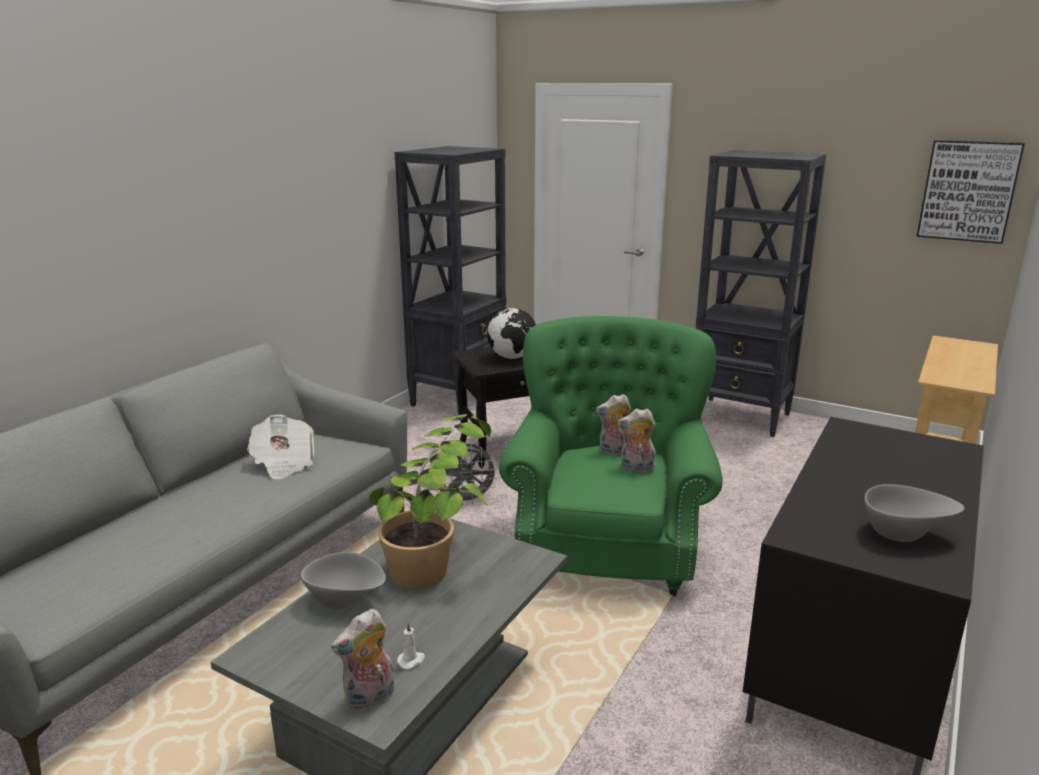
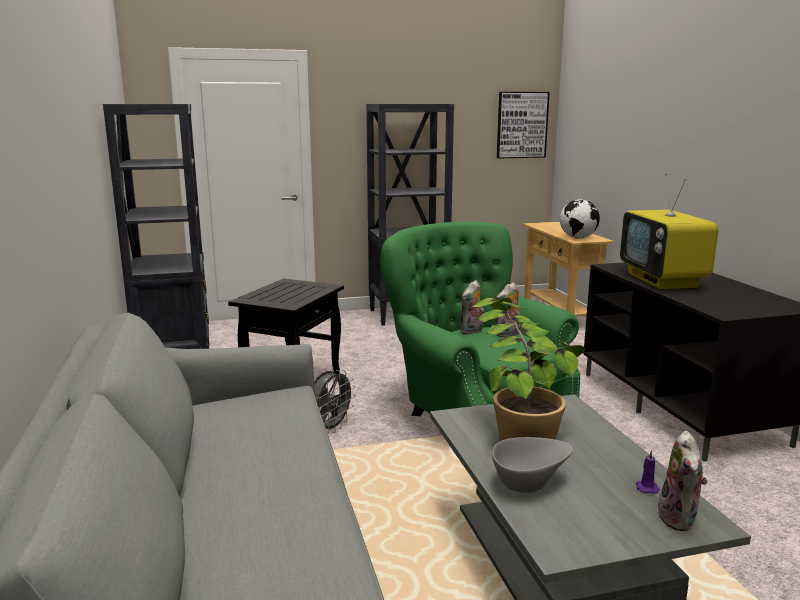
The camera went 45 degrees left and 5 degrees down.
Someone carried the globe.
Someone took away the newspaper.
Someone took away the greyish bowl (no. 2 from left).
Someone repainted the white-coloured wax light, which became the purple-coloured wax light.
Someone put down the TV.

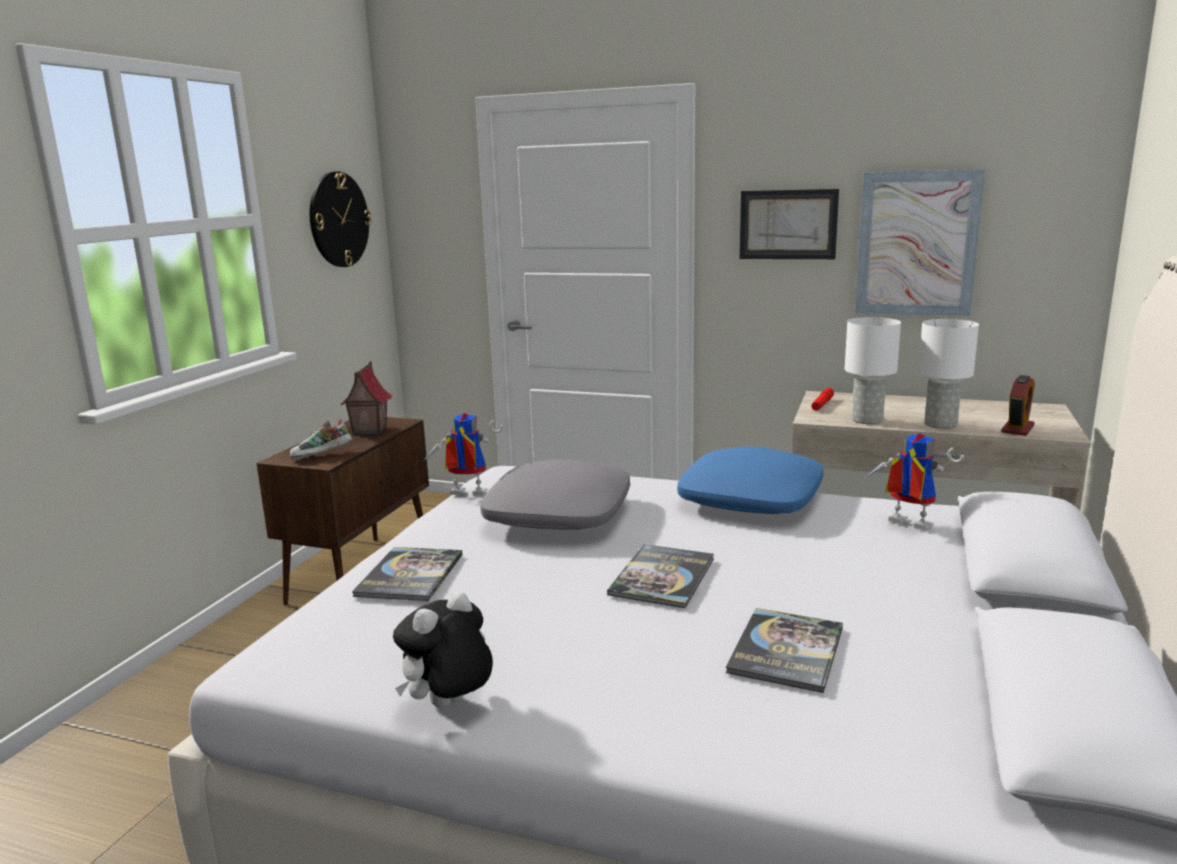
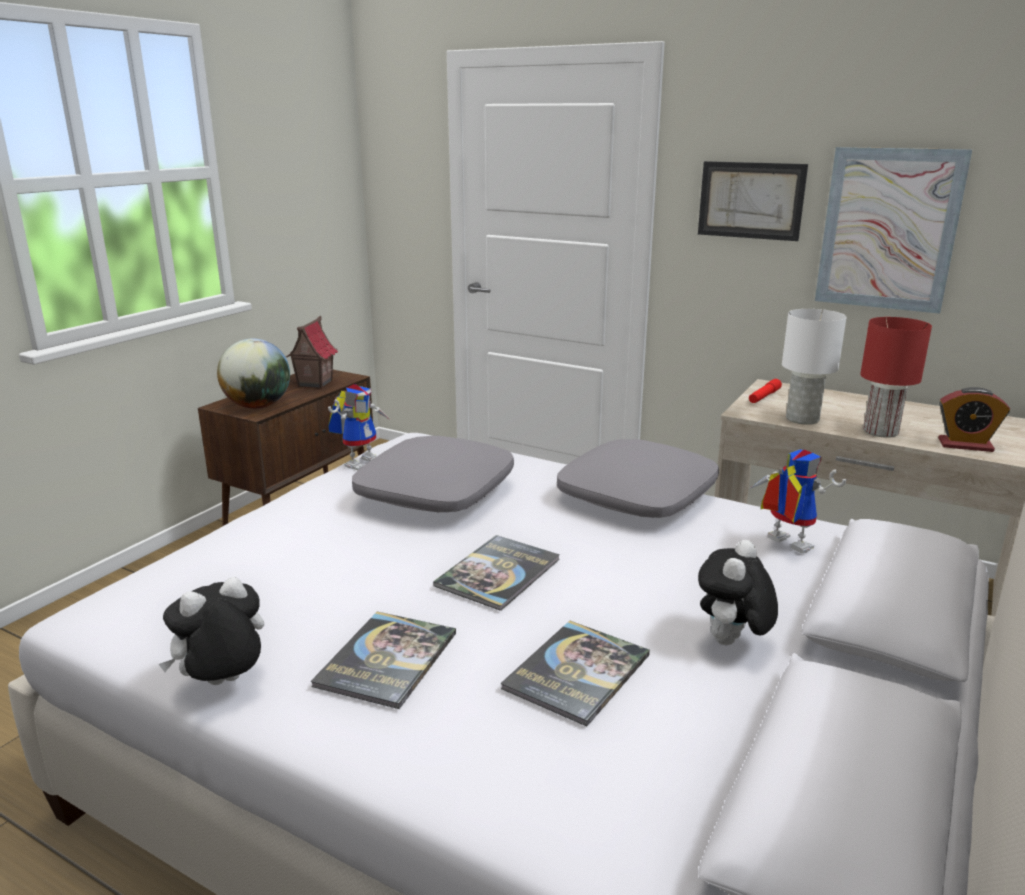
The camera went 10 degrees right and 5 degrees up.
Someone took away the hanging clock.
Someone repainted the white-coloured lamp for a table (no. 2 from left), which became the red lamp for a table.
Someone rotated the table clock by 60 degrees clockwise.
Someone rotated the toy robot (no. 1 from left) by 105 degrees clockwise.
Someone swapped the item of footwear for the globe.
Someone repainted the blue cushion, which became the greyish cushion (no. 2 from left).
Someone carried the book (no. 1 from left).
Someone put down the cuddly toy (no. 2 from left).

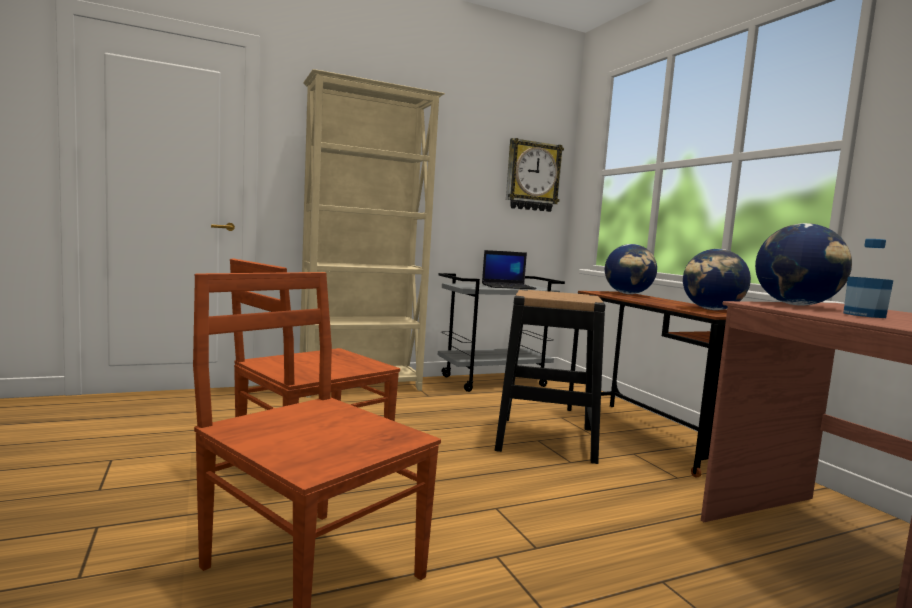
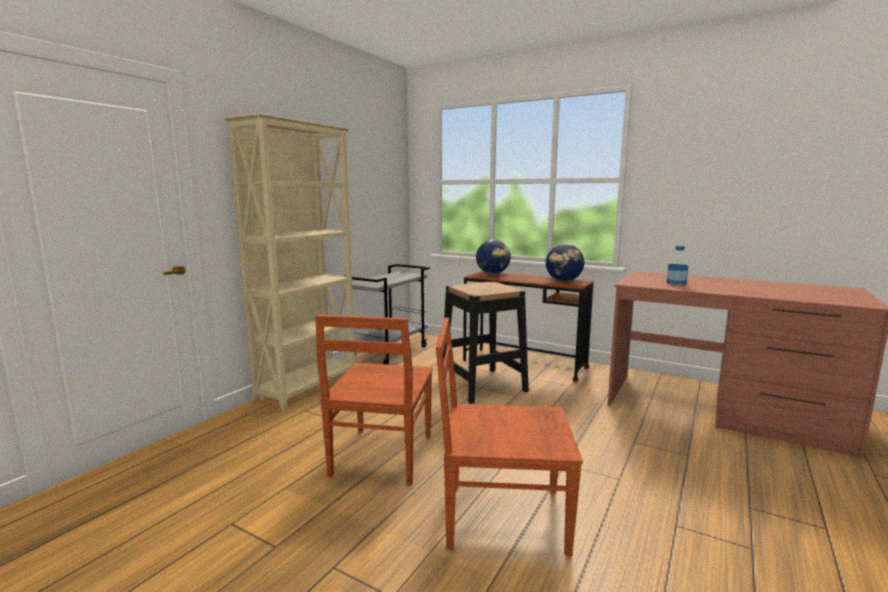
The camera went 35 degrees left and 5 degrees up.
Someone took away the hanging clock.
Someone took away the globe (no. 3 from left).
Someone took away the portable computer.

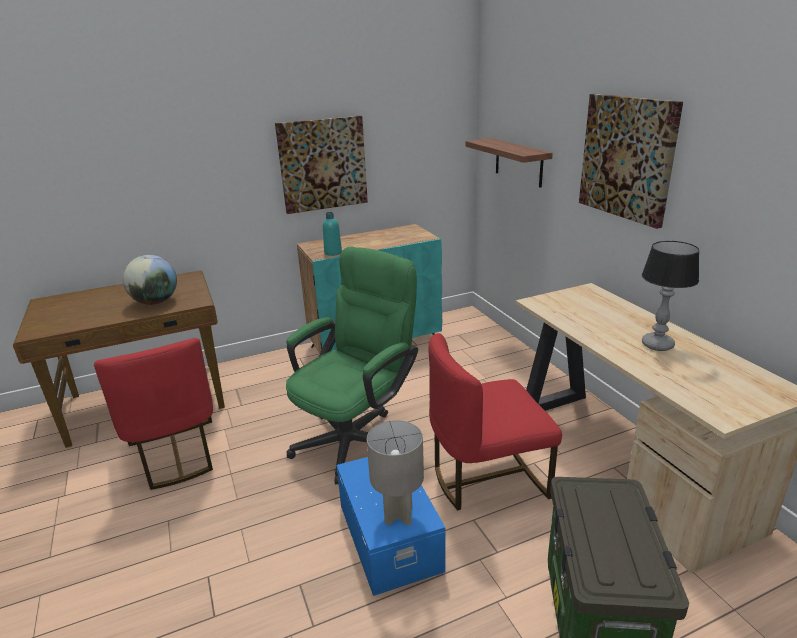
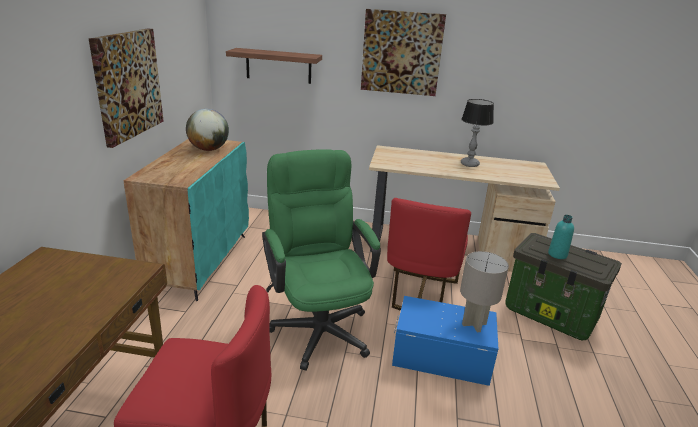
The camera went 60 degrees left and 0 degrees up.
Someone carried the turquoise bottle.
Someone carried the globe.

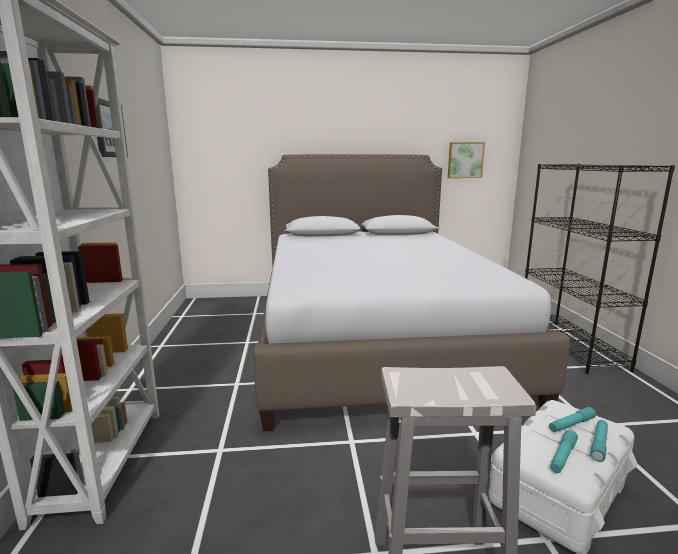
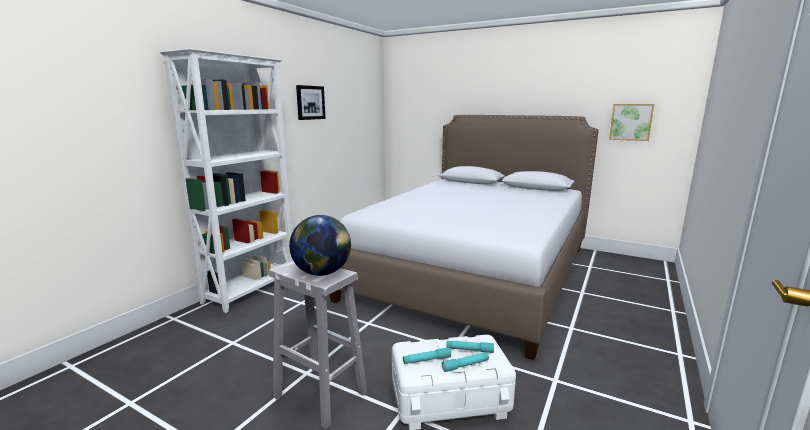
The camera went 35 degrees right and 0 degrees up.
Someone took away the black bookshelf.
Someone put down the globe.

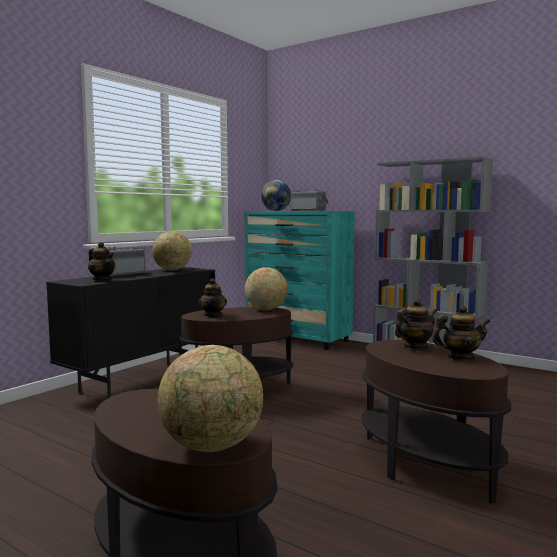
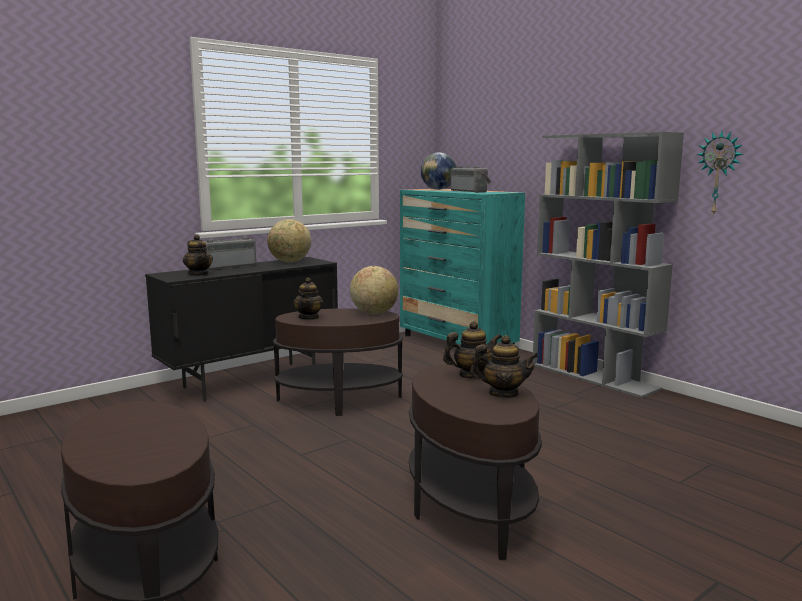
The camera went 15 degrees right and 5 degrees up.
Someone took away the globe (no. 2 from left).
Someone put up the hanging clock.

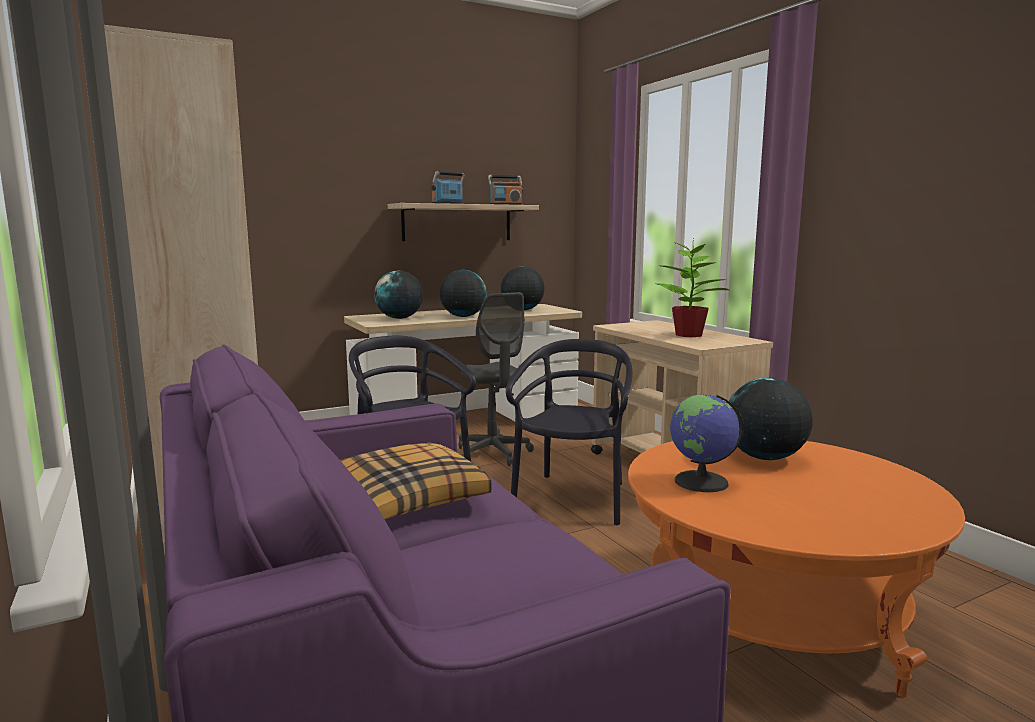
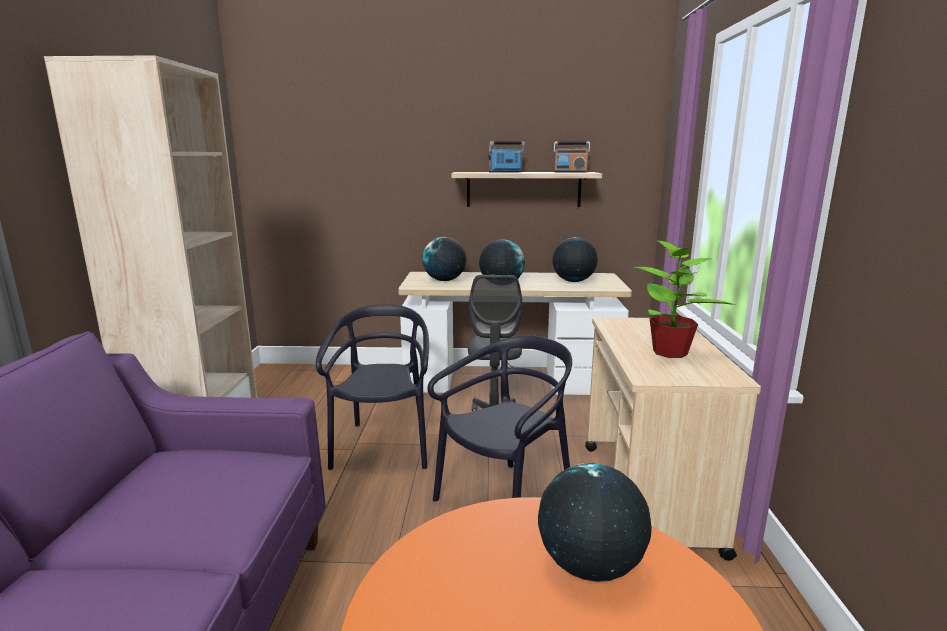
The camera went 30 degrees right and 5 degrees up.
Someone took away the globe (no. 4 from left).
Someone took away the cushion.

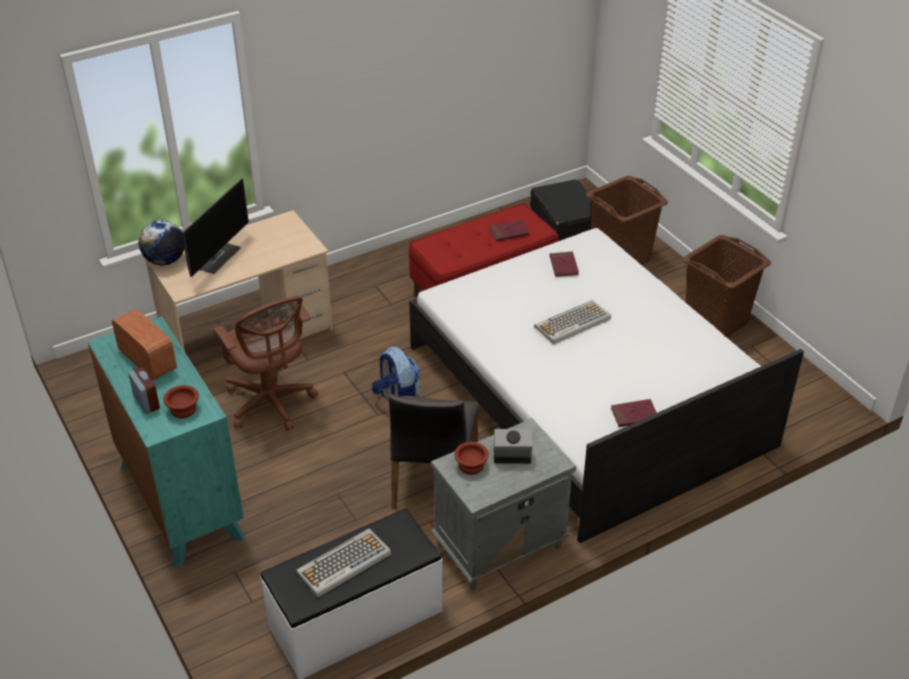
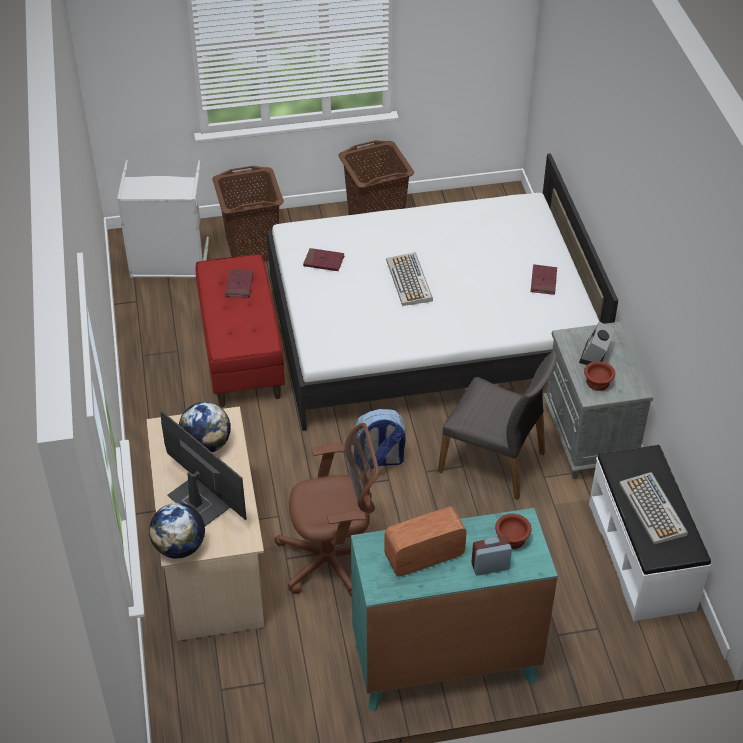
The camera went 70 degrees left and 5 degrees up.
Someone swapped the black suitcase for the greyish hamper.
Someone put down the globe (no. 2 from left).

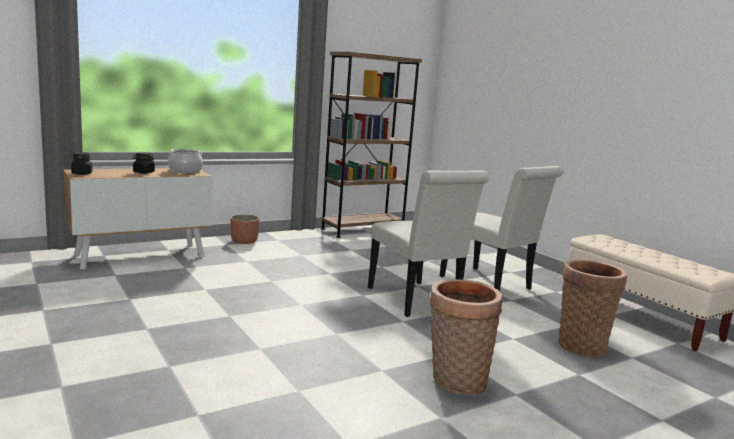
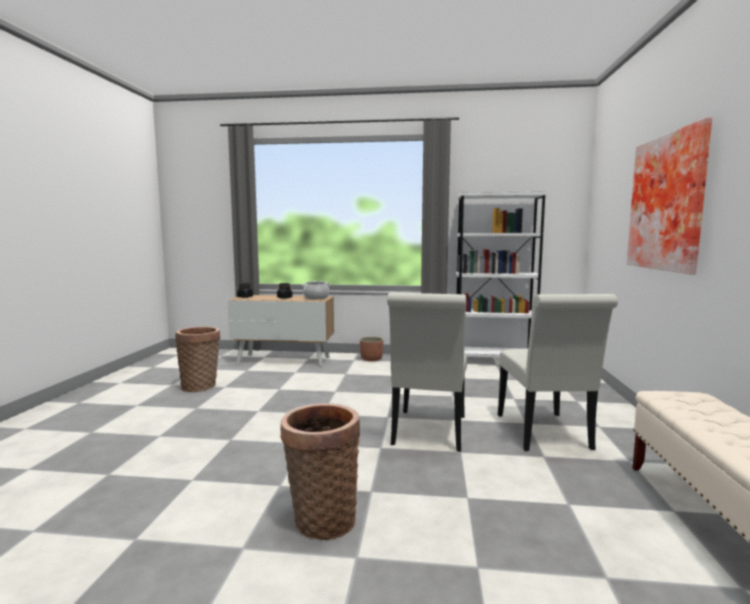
The camera went 40 degrees right and 5 degrees down.
Someone repainted the brown bookshelf, which became the white-coloured bookshelf.
Someone carried the household basket (no. 2 from left in the first image).
Someone put up the wall art.

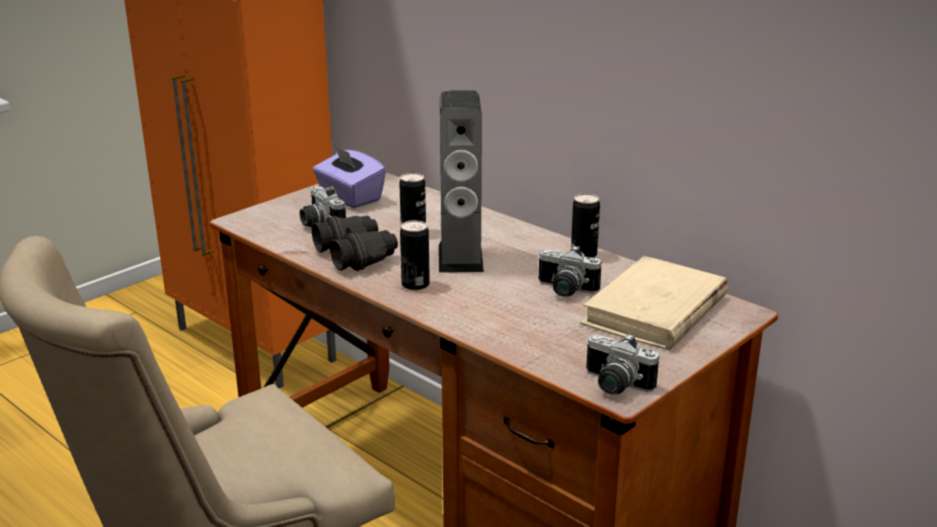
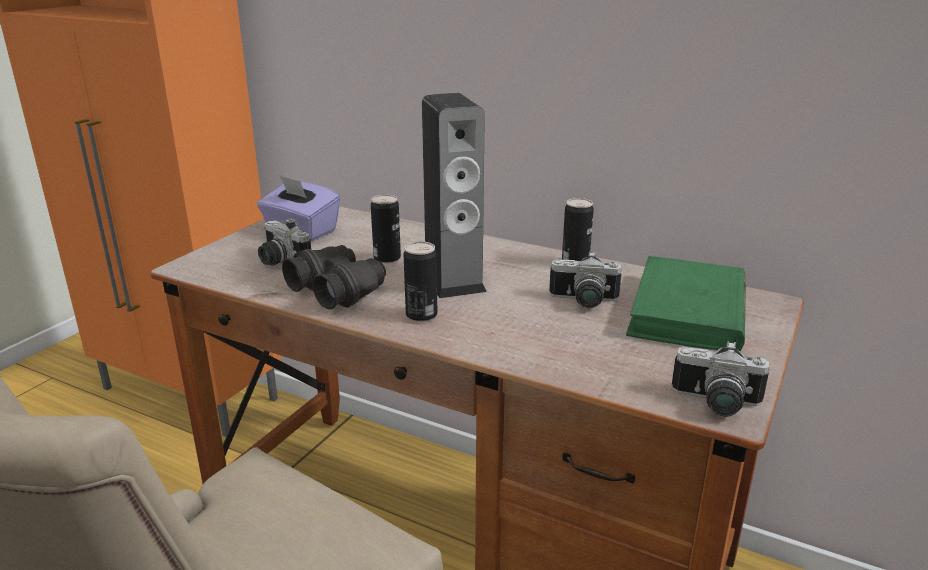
The camera went 15 degrees left and 0 degrees up.
Someone repainted the sand-coloured book, which became the green-coloured book.

